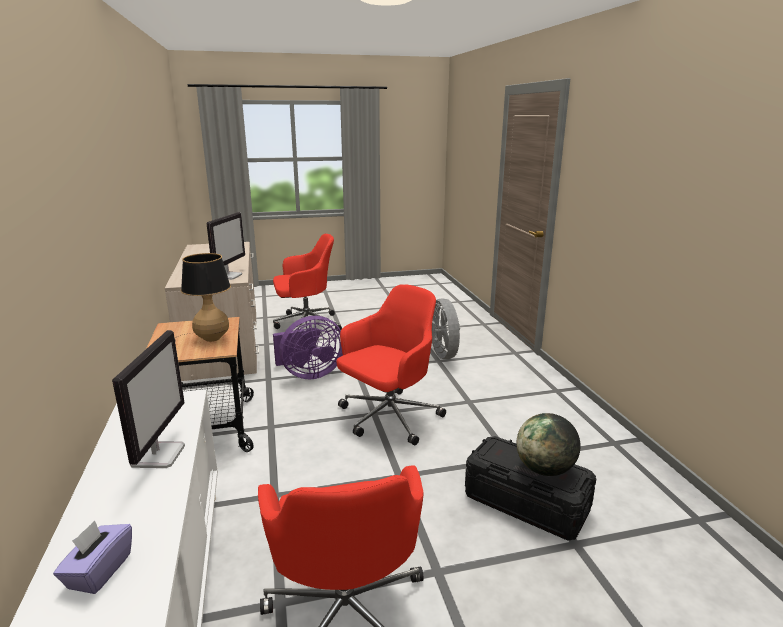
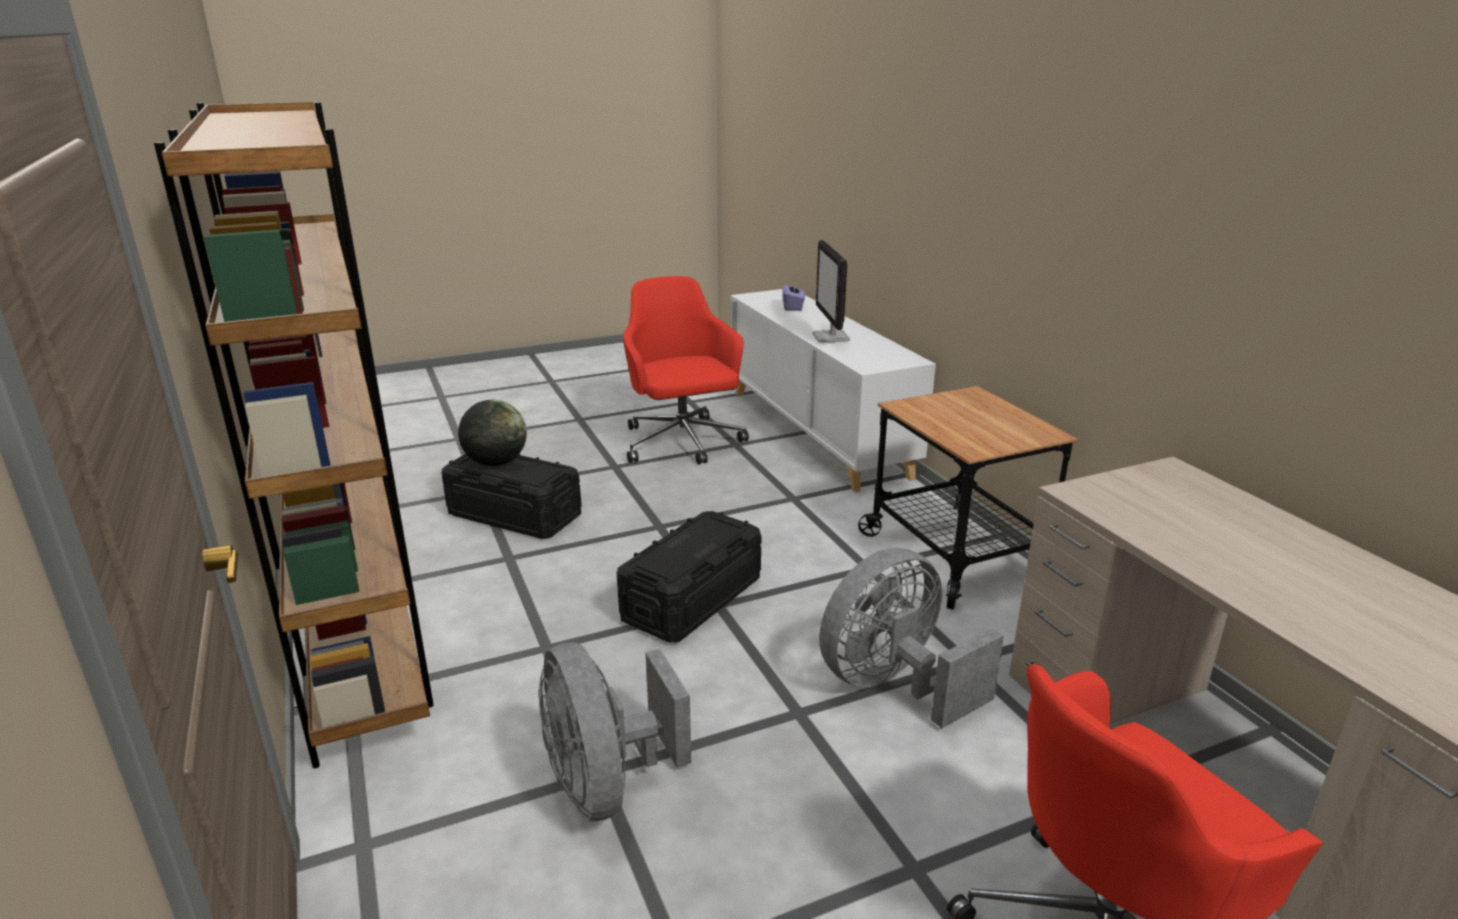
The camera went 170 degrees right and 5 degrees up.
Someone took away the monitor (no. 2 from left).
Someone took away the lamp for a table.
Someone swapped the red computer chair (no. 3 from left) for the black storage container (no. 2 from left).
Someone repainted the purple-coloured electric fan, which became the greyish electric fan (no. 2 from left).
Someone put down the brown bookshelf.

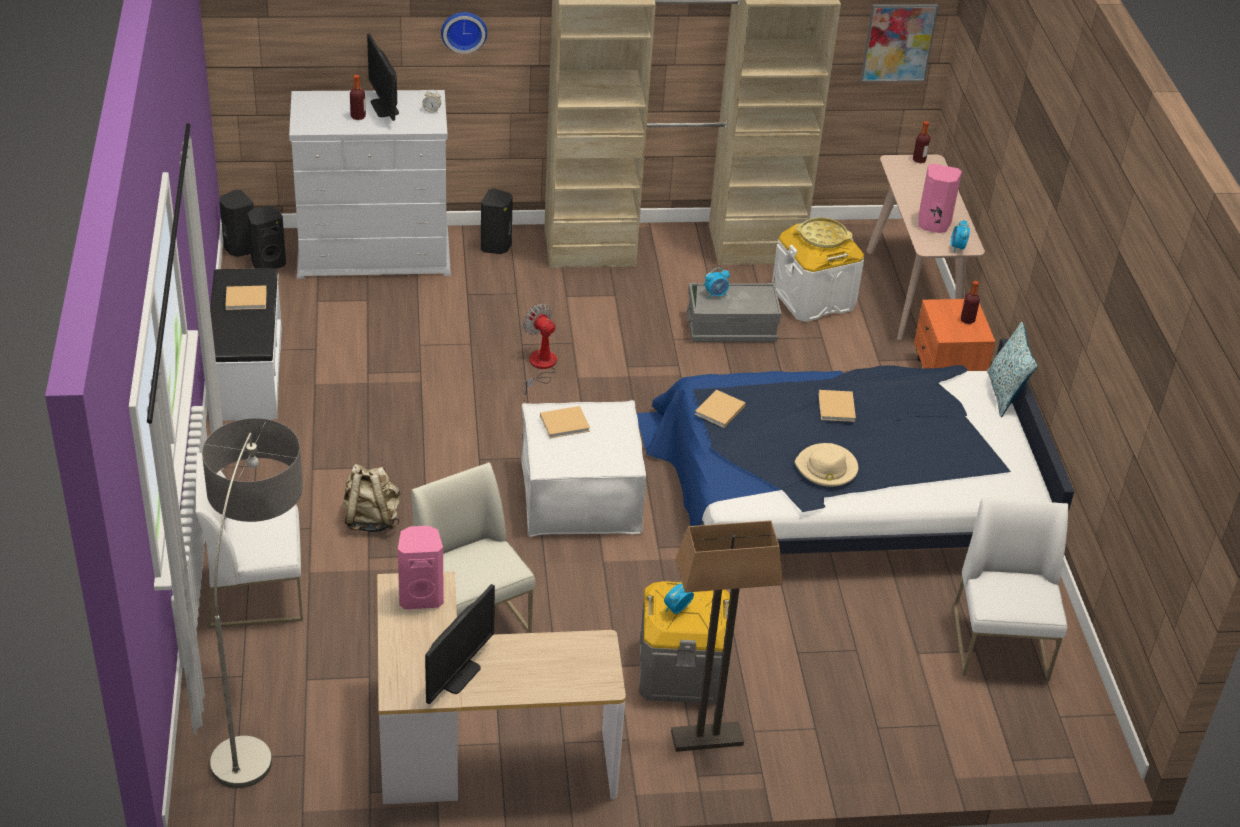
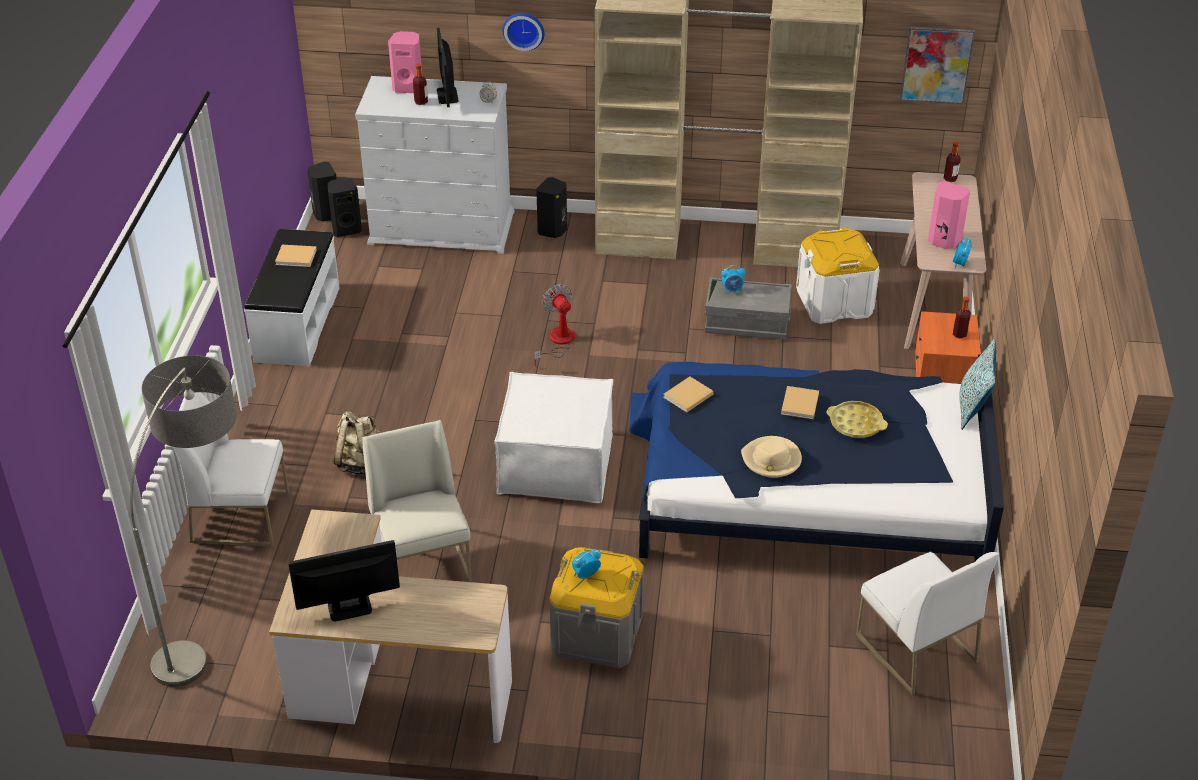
The camera went 15 degrees right and 0 degrees up.
Someone carried the yellow-coloured serving tray.
Someone took away the sand-coloured book (no. 2 from left).
Someone rotated the white-coloured upright chair (no. 3 from left) by 135 degrees clockwise.
Someone took away the floor lamp (no. 2 from left).
Someone carried the pinkish loudspeaker (no. 1 from left).
Someone rotated the monitor (no. 2 from left in the first image) by 150 degrees counterclockwise.

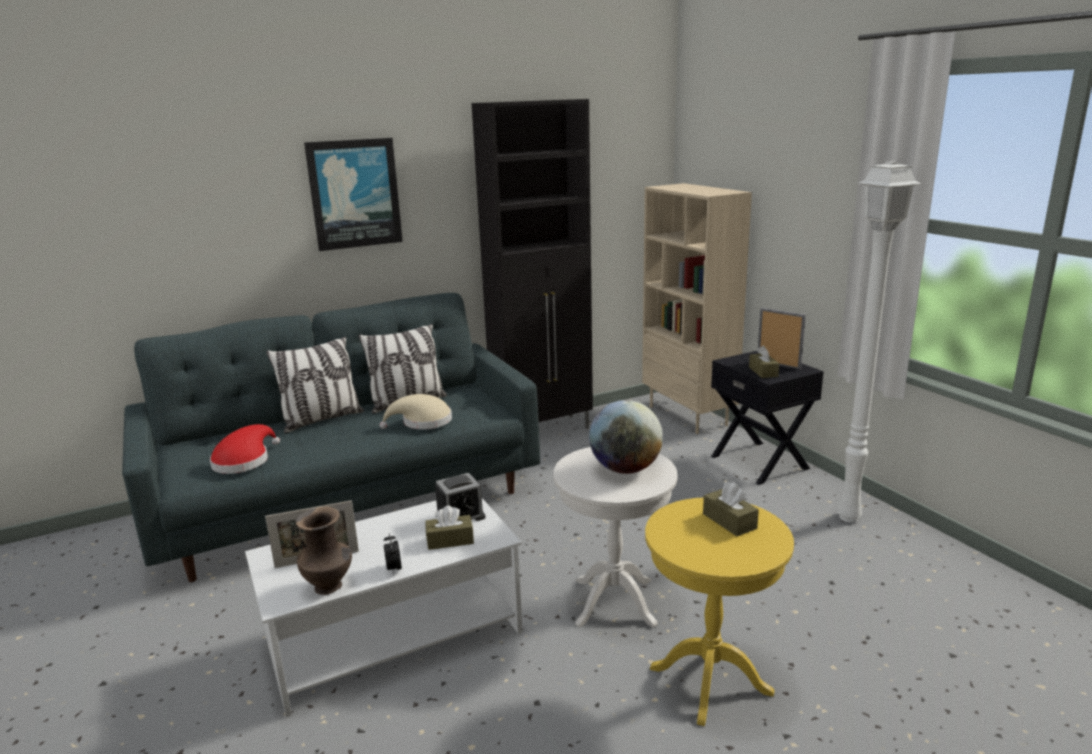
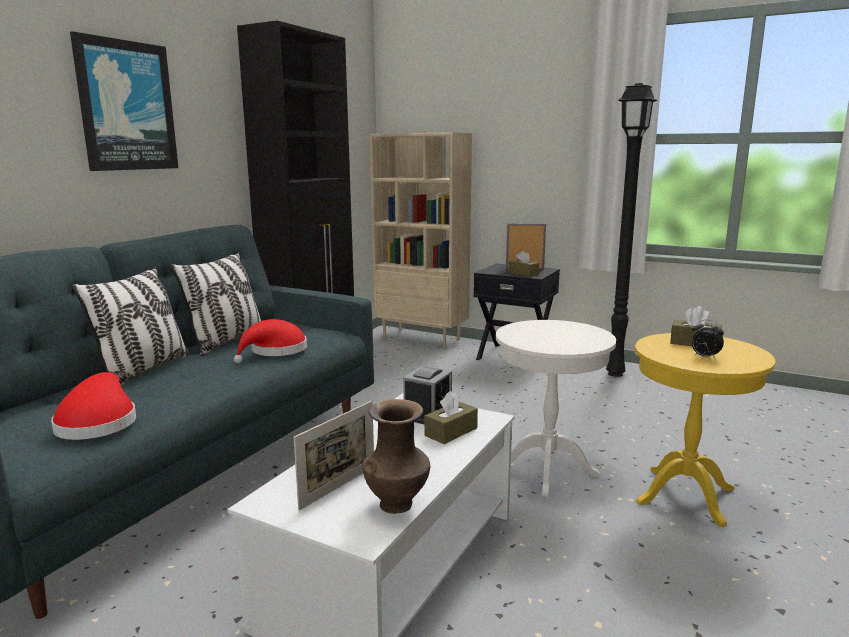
The camera went 35 degrees left and 5 degrees down.
Someone repainted the white-coloured floor lamp, which became the black floor lamp.
Someone repainted the sand-coloured clothing hat, which became the red clothing hat (no. 2 from left).
Someone took away the globe.
Someone carried the table clock (no. 1 from left in the first image).

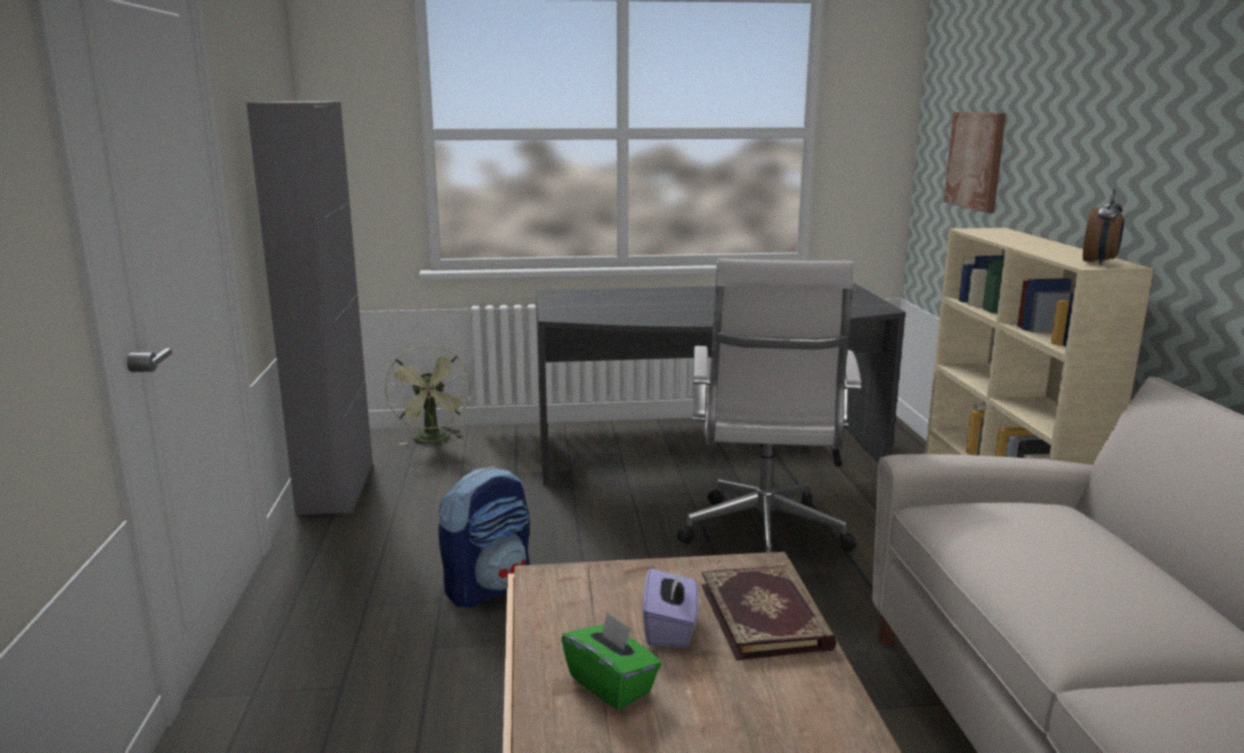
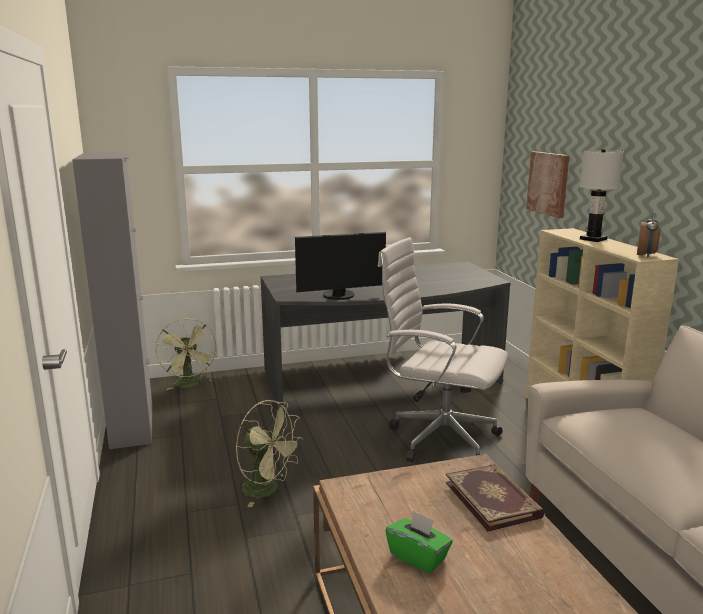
The camera went 10 degrees left and 0 degrees up.
Someone rotated the white-coloured computer chair by 120 degrees clockwise.
Someone swapped the knapsack for the green-coloured electric fan (no. 2 from left).
Someone took away the purple-coloured tissue box.
Someone put down the white-coloured lamp for a table.
Someone put down the monitor.

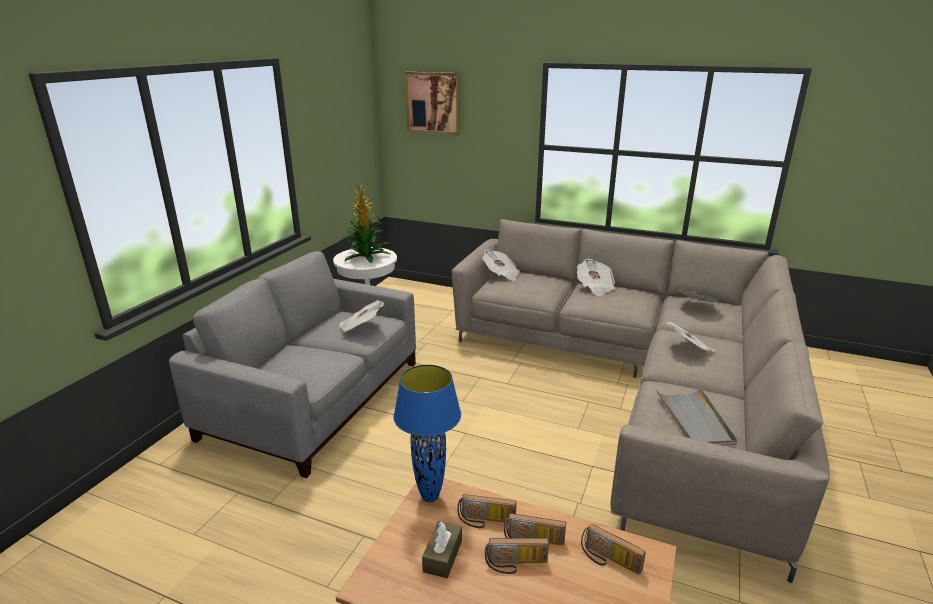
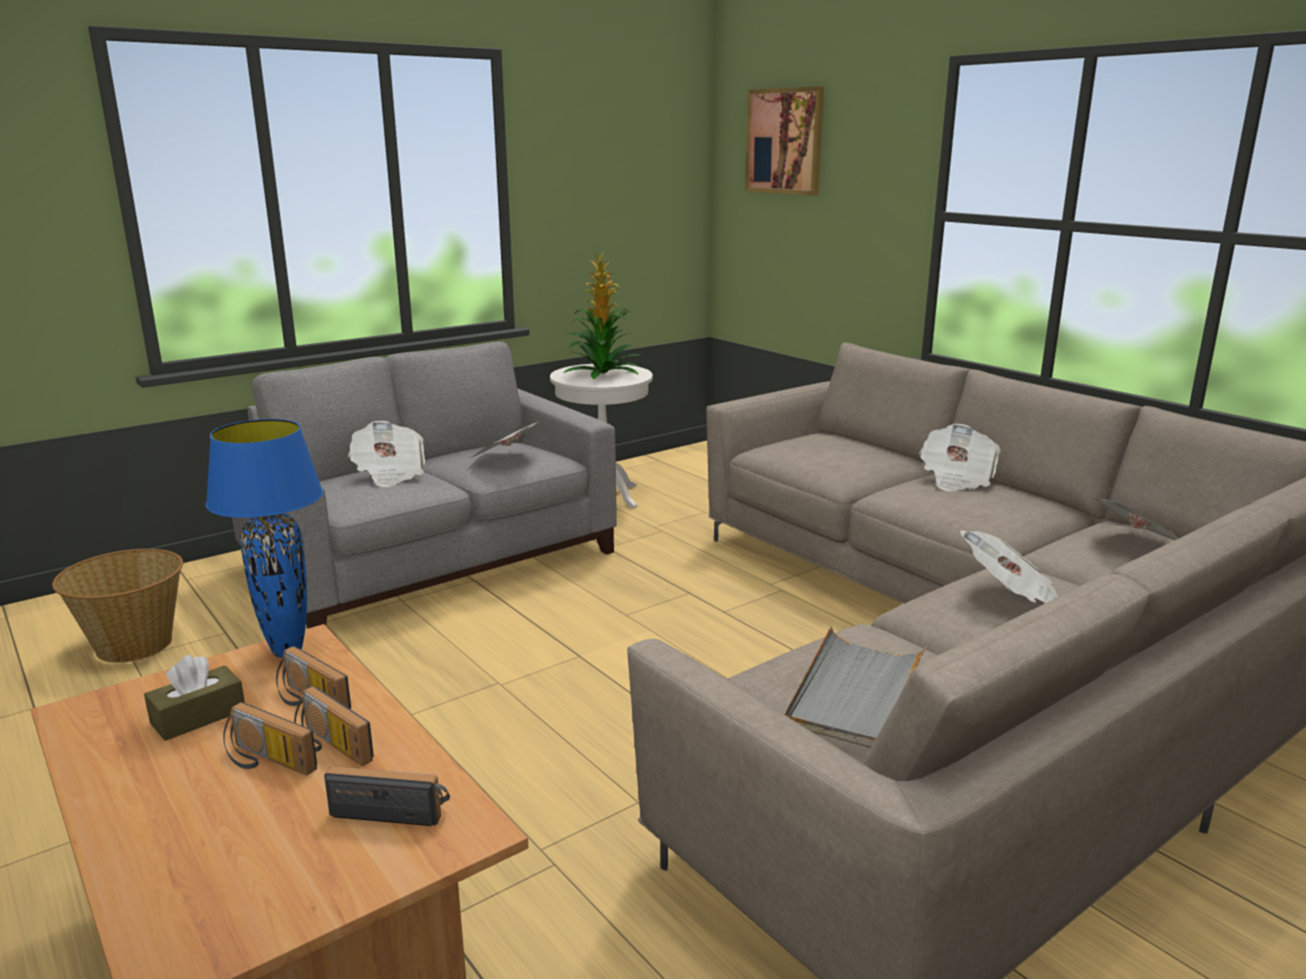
The camera went 30 degrees right and 5 degrees down.
Someone carried the newspaper (no. 2 from left in the first image).
Someone rotated the radio set (no. 4 from left) by 120 degrees clockwise.
Someone put down the household basket.

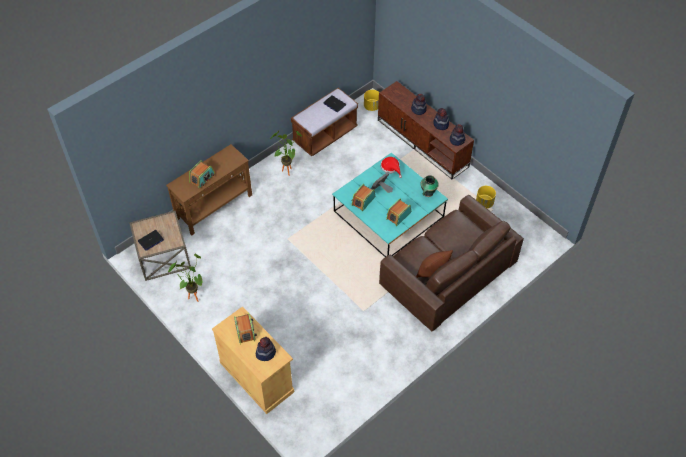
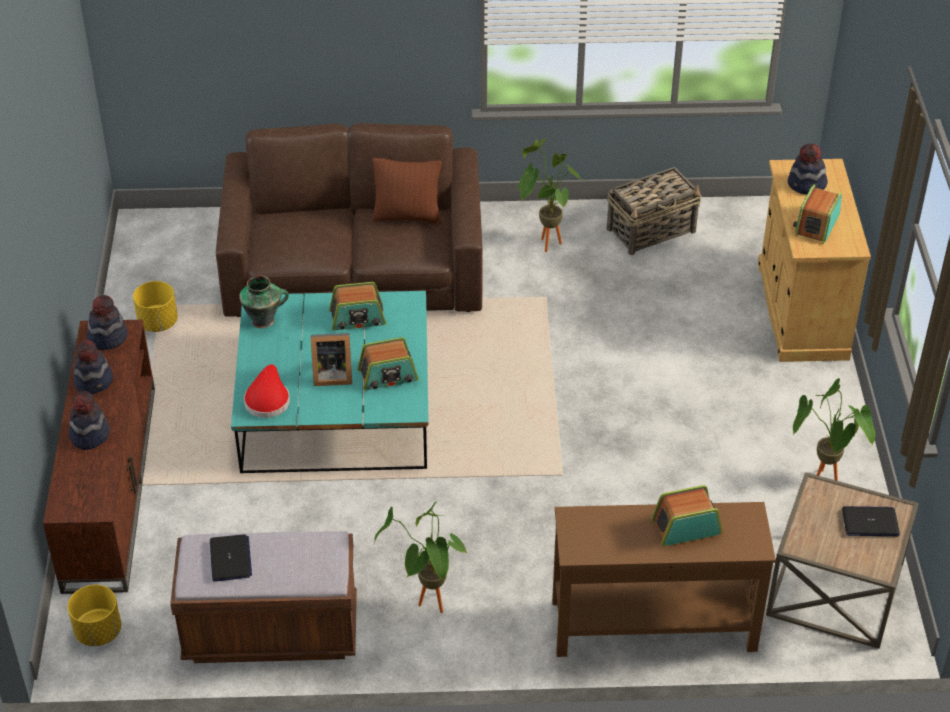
The camera went 140 degrees left and 10 degrees down.
Someone put down the plant in a pot (no. 2 from left).
Someone put down the household basket.

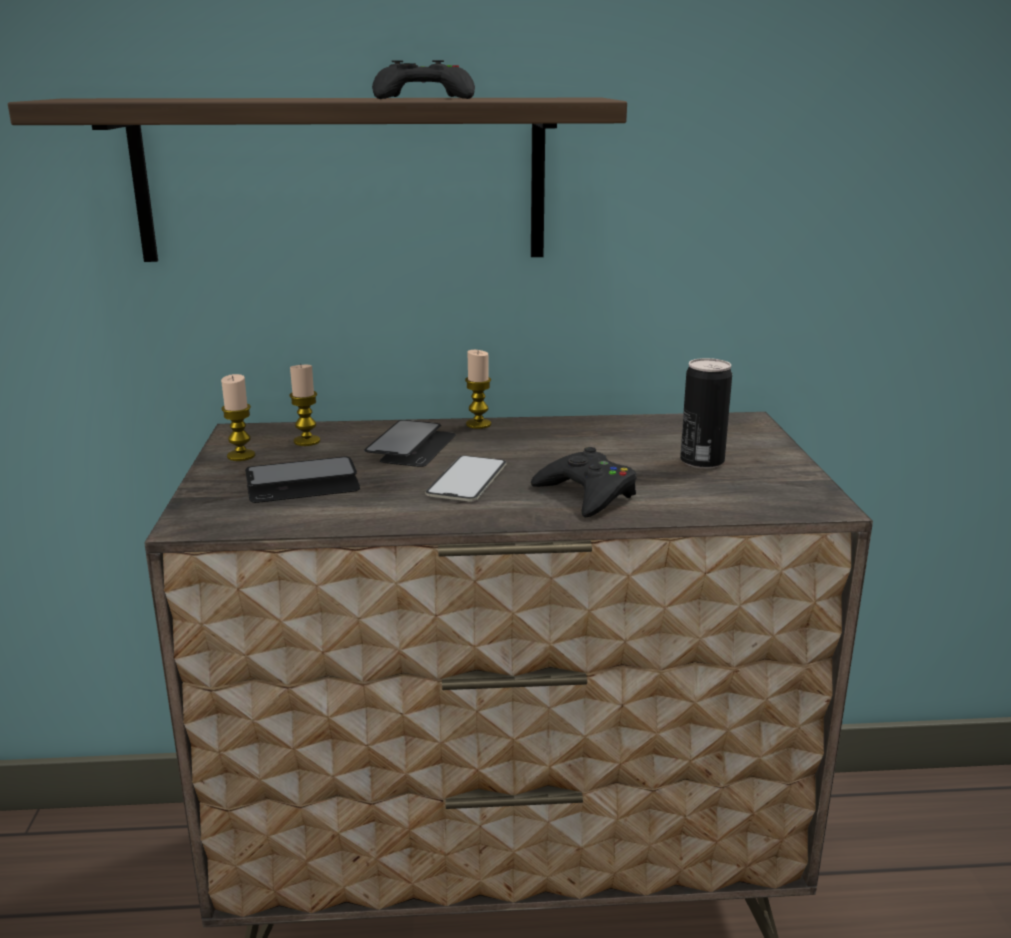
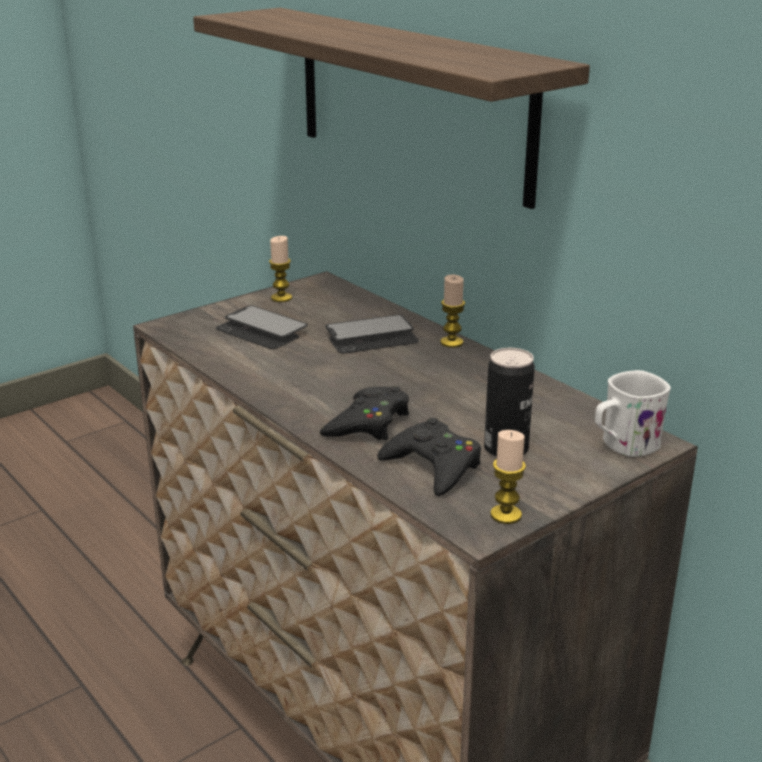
The camera went 55 degrees right and 5 degrees up.
Someone carried the black joypad (no. 1 from left in the first image).
Someone carried the wax light (no. 2 from left in the first image).
Someone took away the telephone (no. 3 from left).
Someone put down the white-coloured mug.

